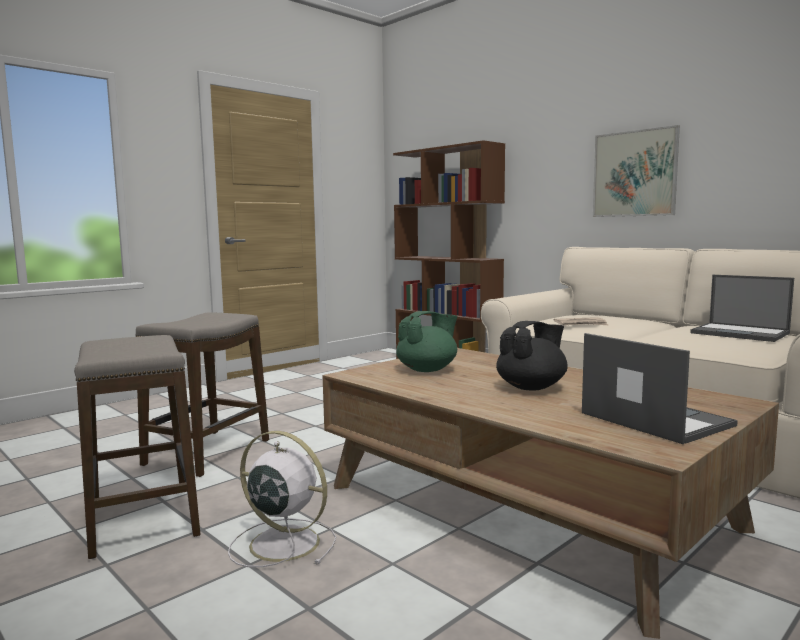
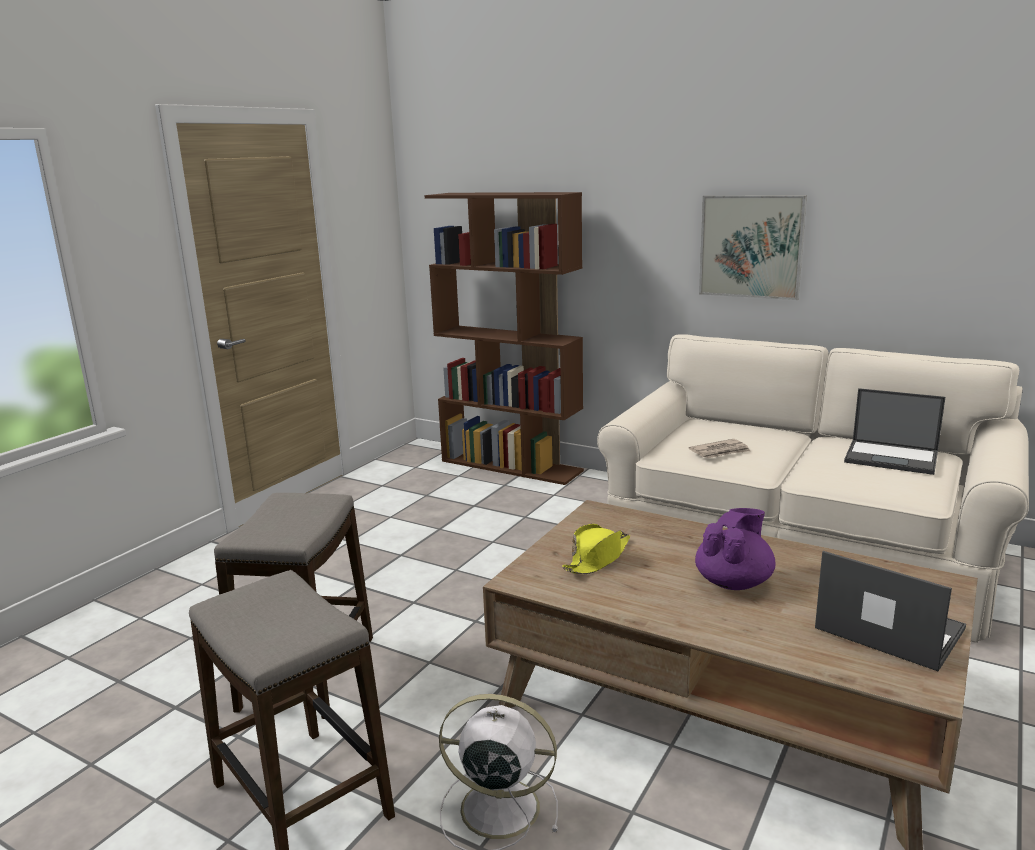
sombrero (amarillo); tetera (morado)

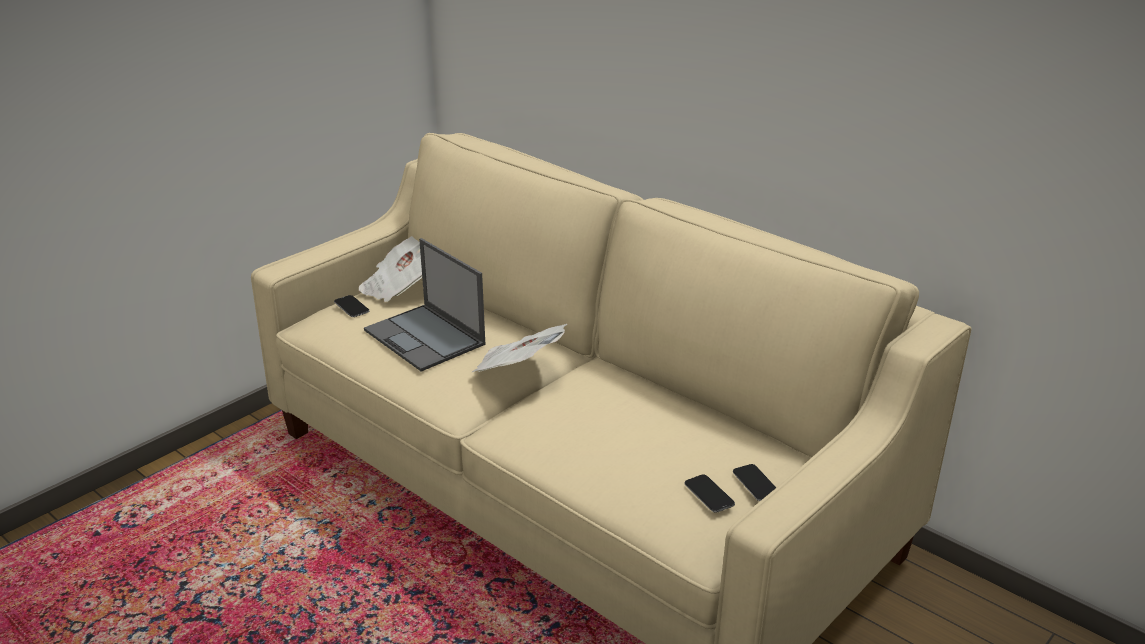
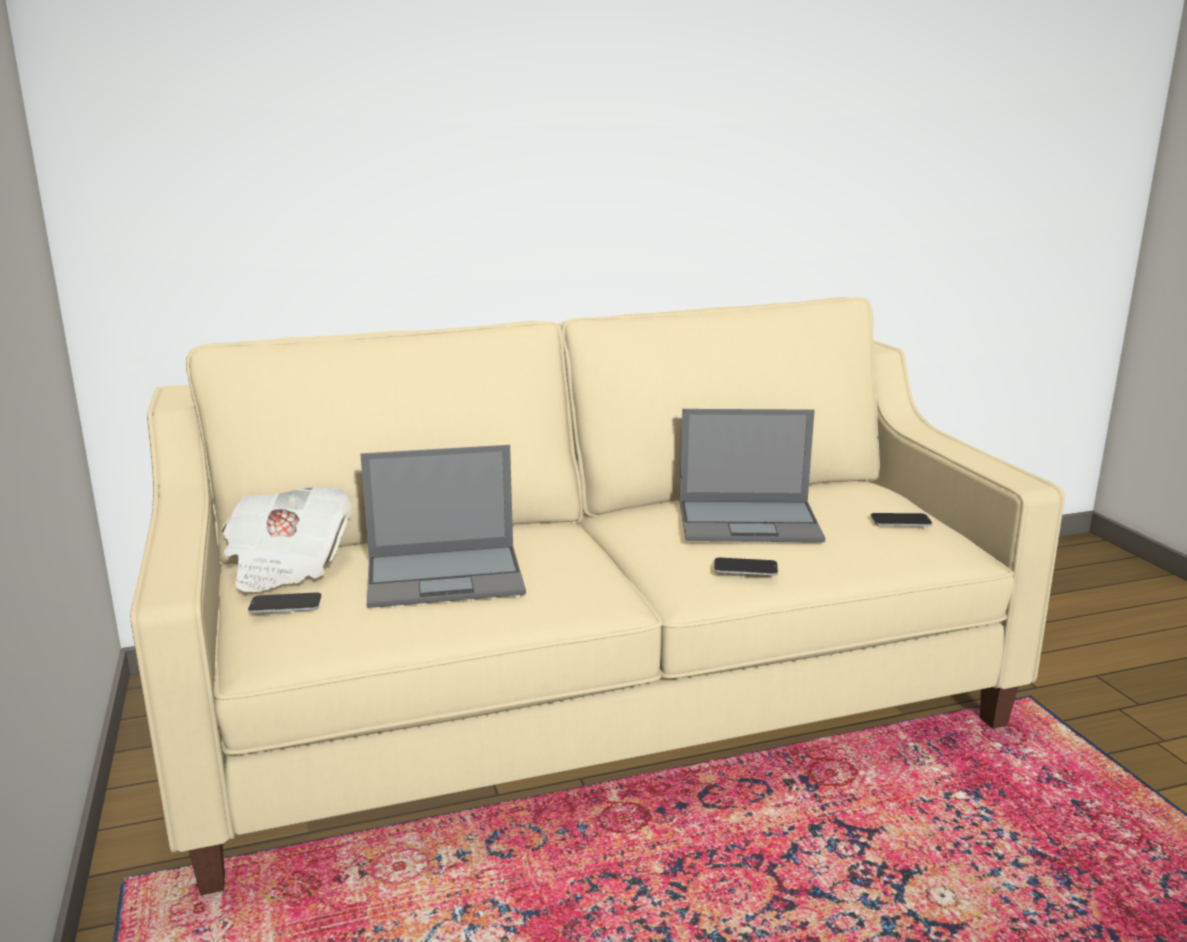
portátil (2nd from left); móvil (2nd from left); periódico (2nd from left in the first image)

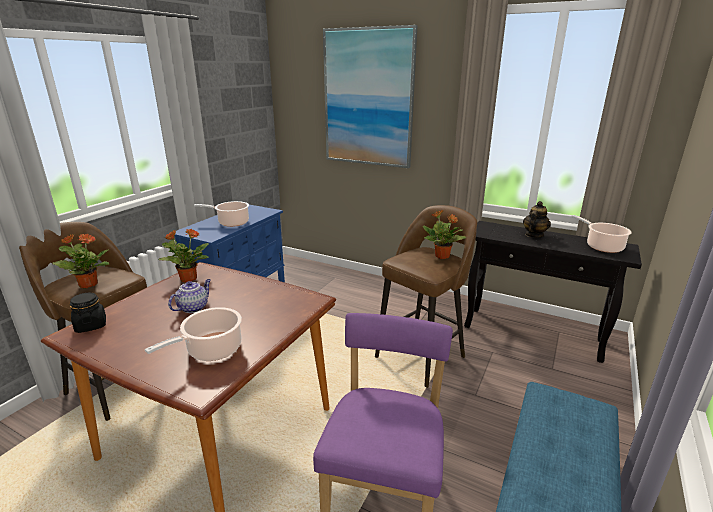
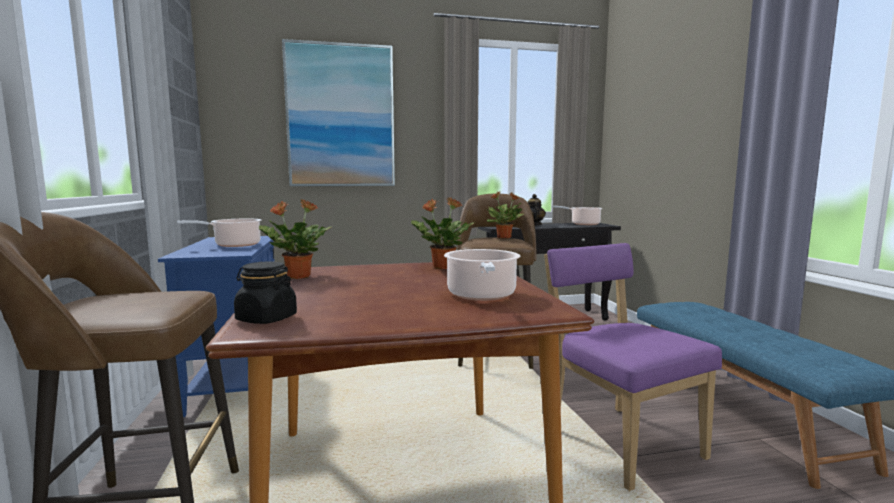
planta en maceta (2nd from left); tetera (1st from left in the first image)

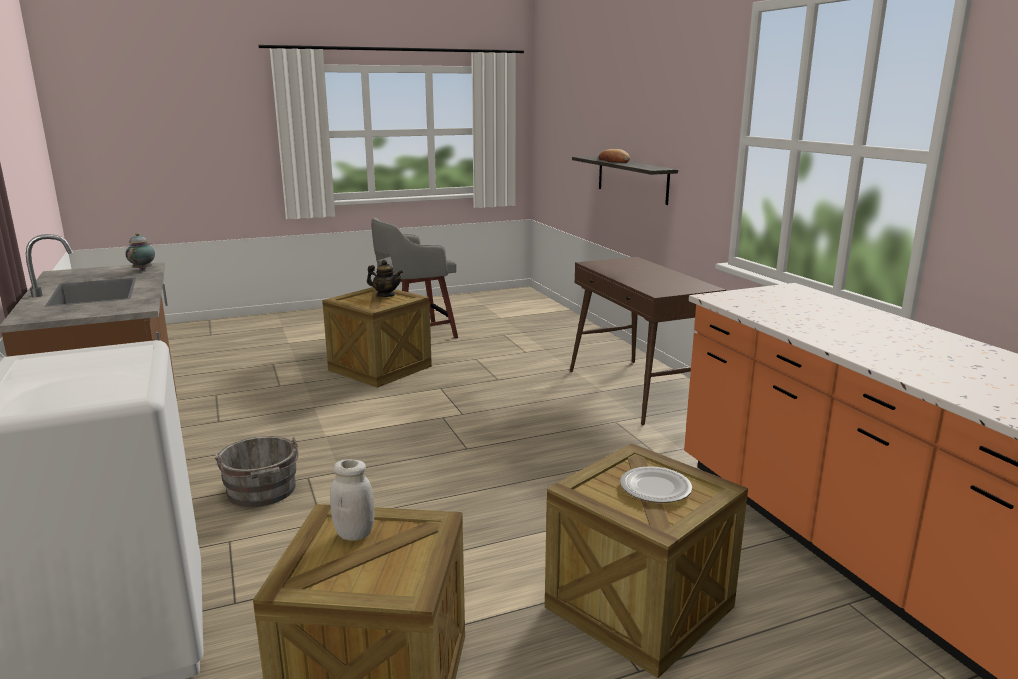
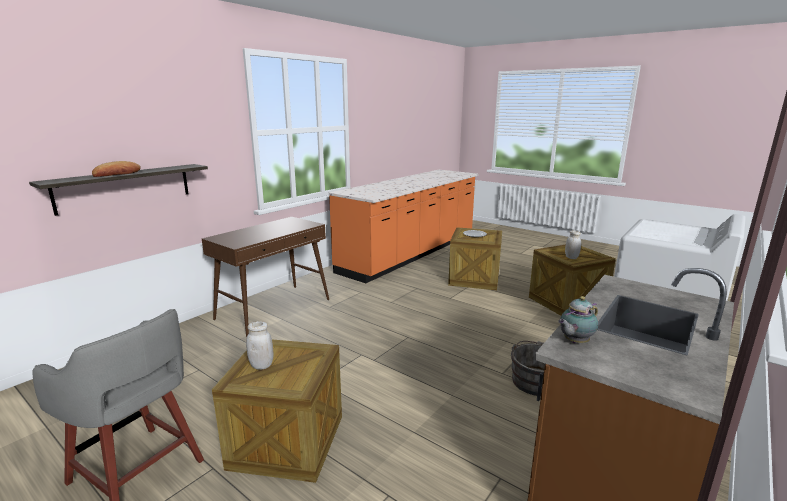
tarro (blanco) (1st from left)

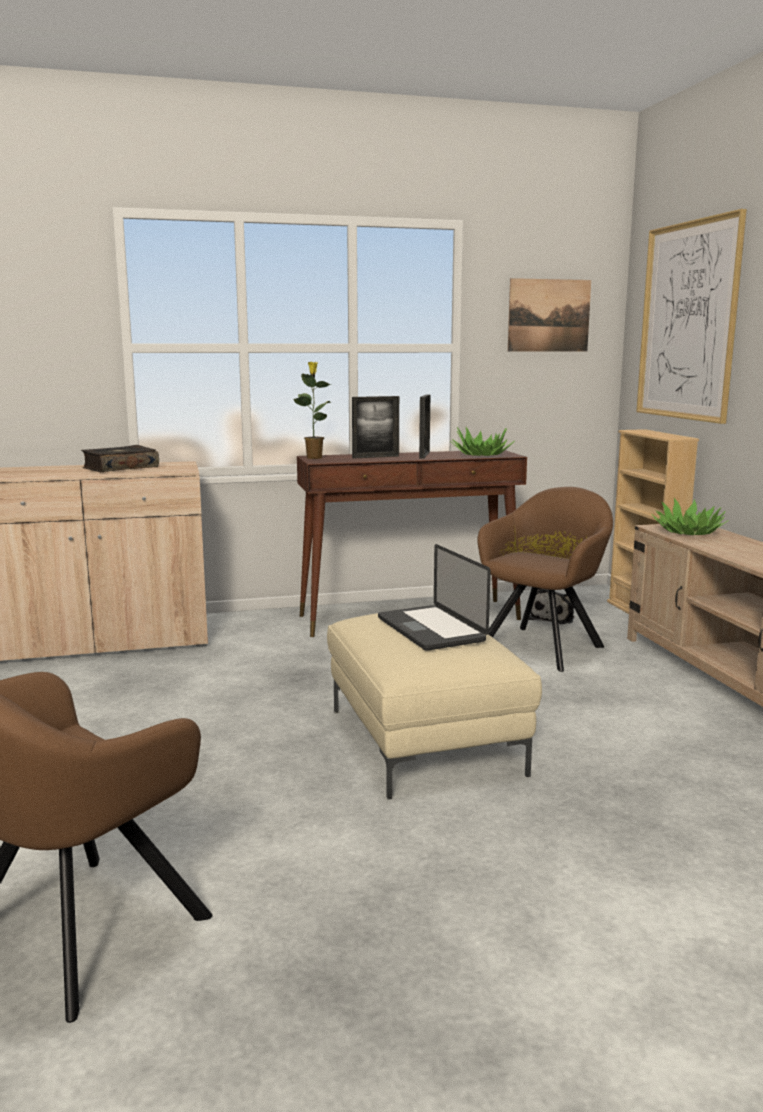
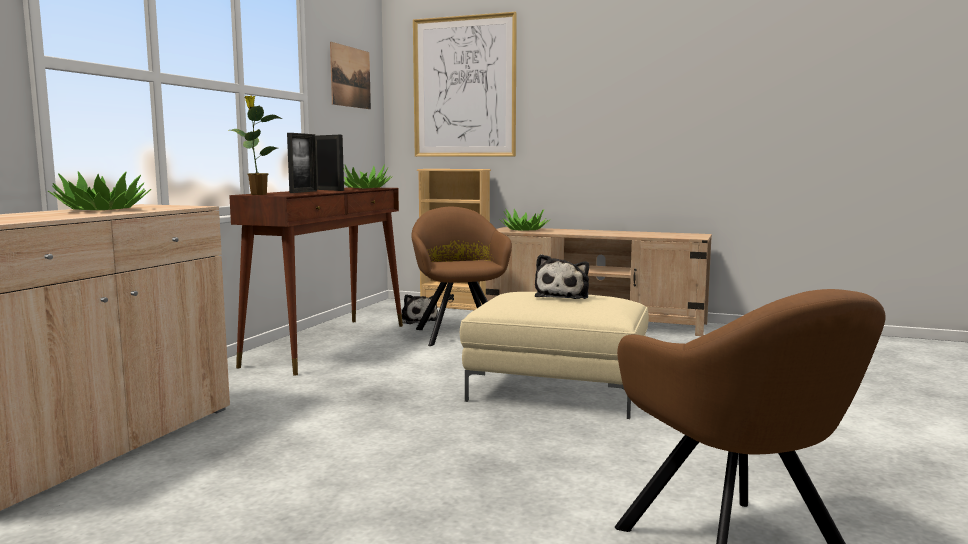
planta en maceta (1st from left); peluche (2nd from left)

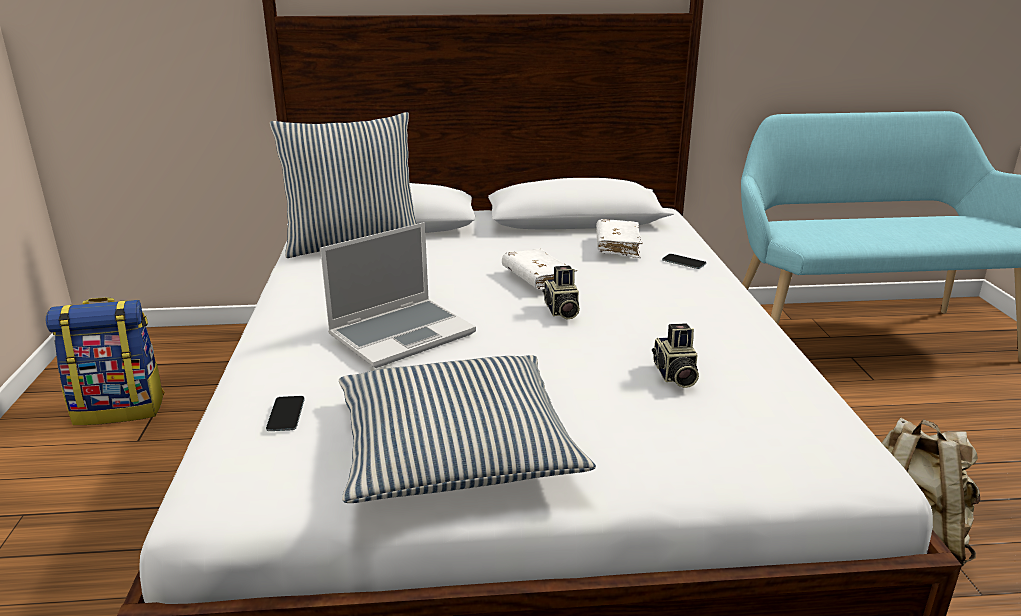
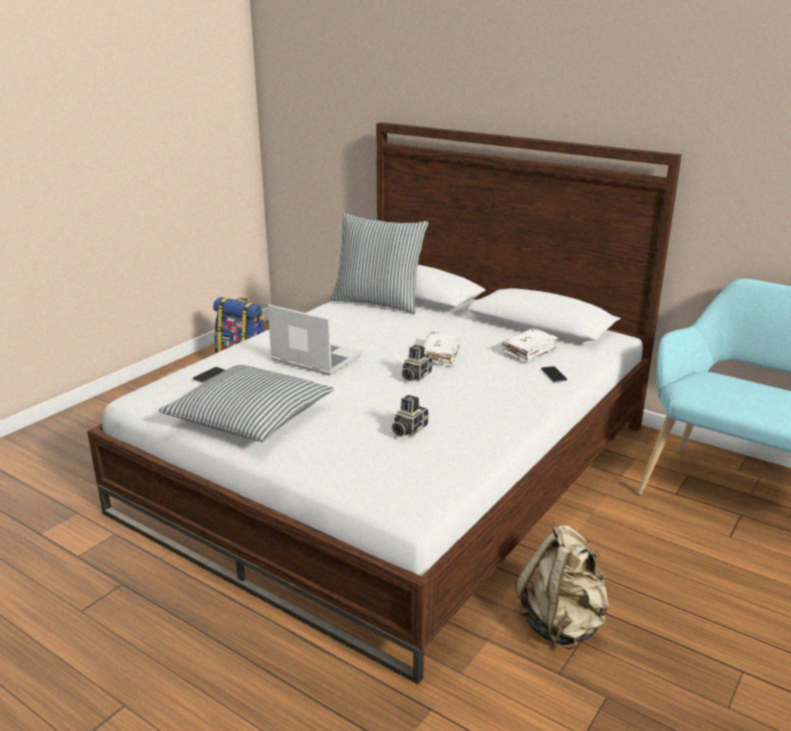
portátil

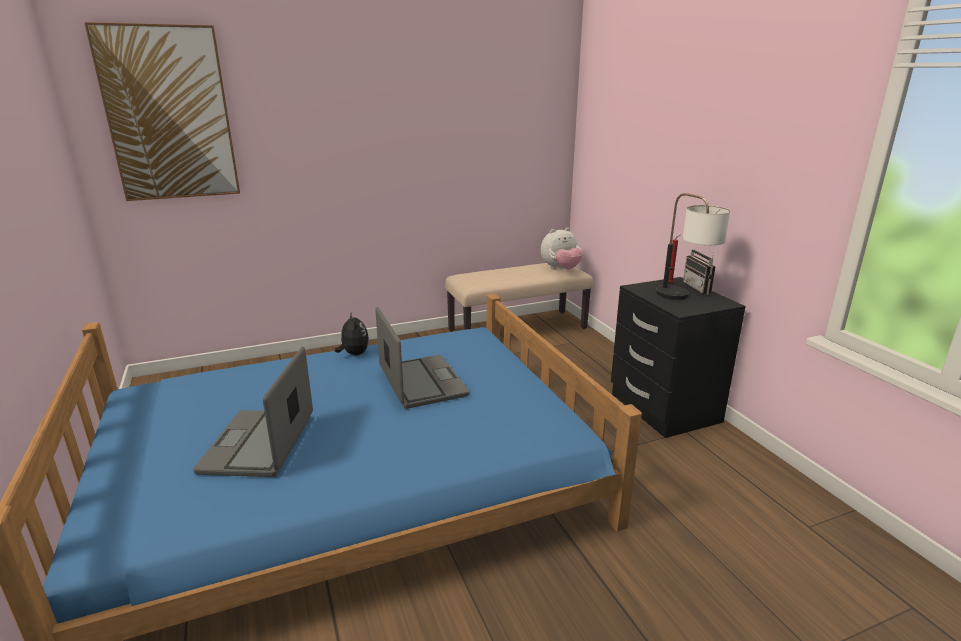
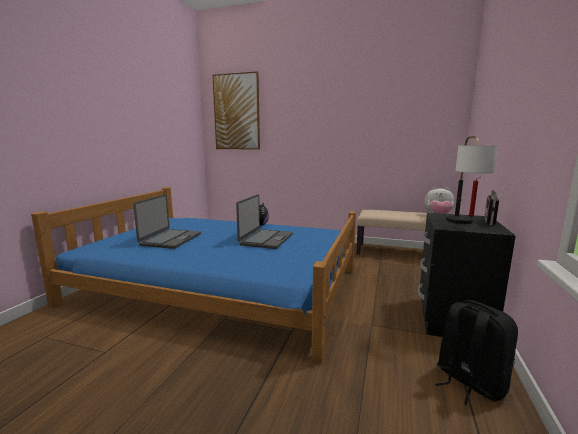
portátil (1st from left); mochila (negro)

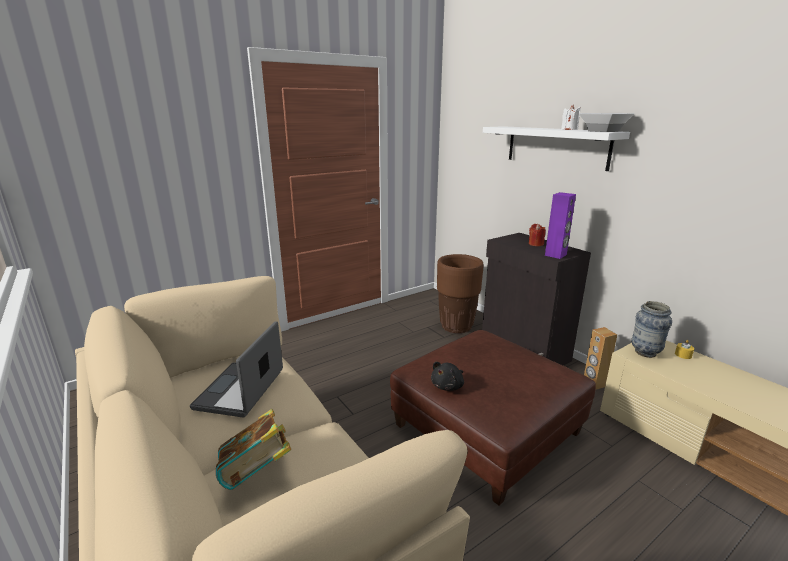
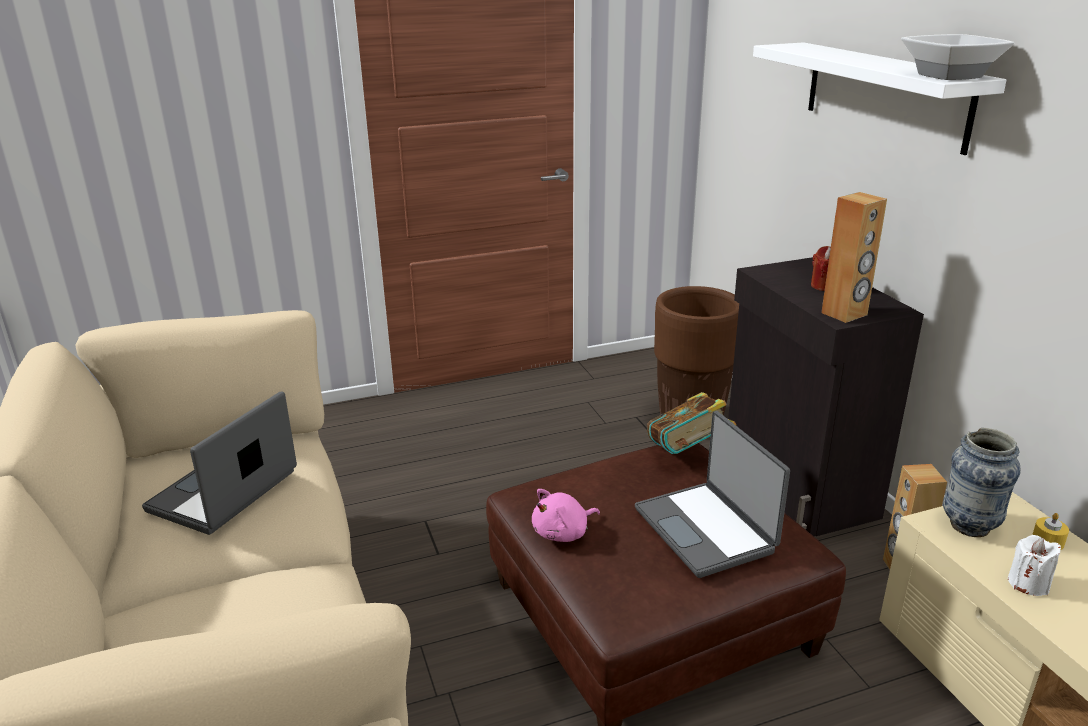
peluche (rosa); portátil (2nd from left); libro; altavoz (marrón) (1st from left); vela (blanco)

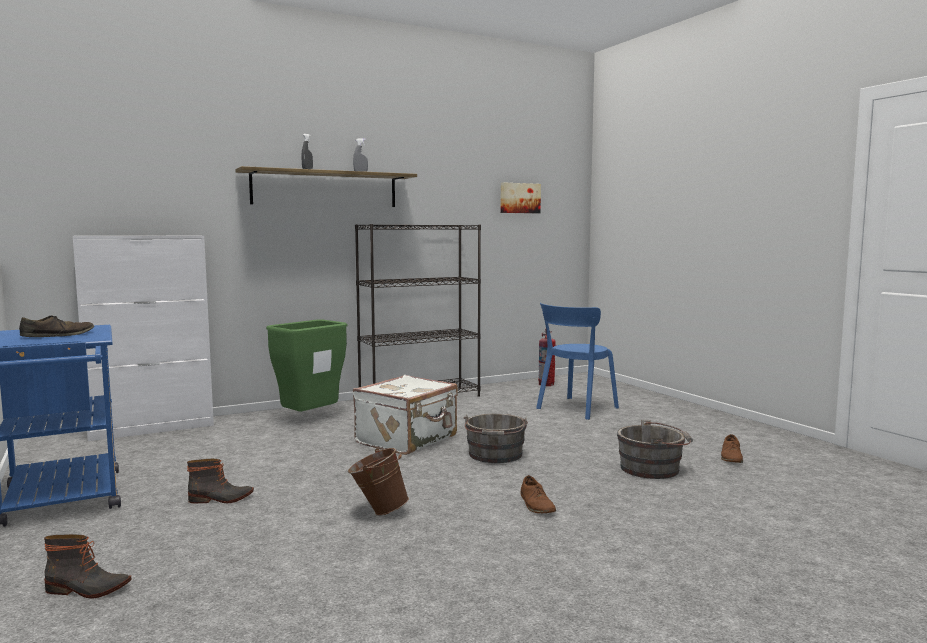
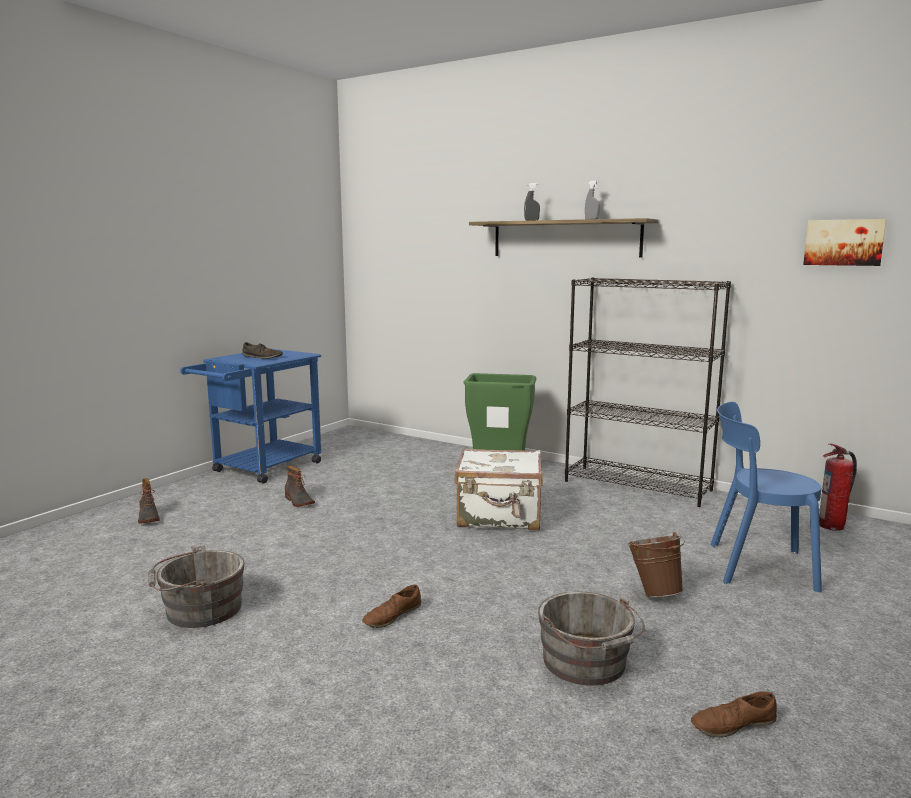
cubo (gris) (1st from left); cubo (marrón); armario (blanco)

